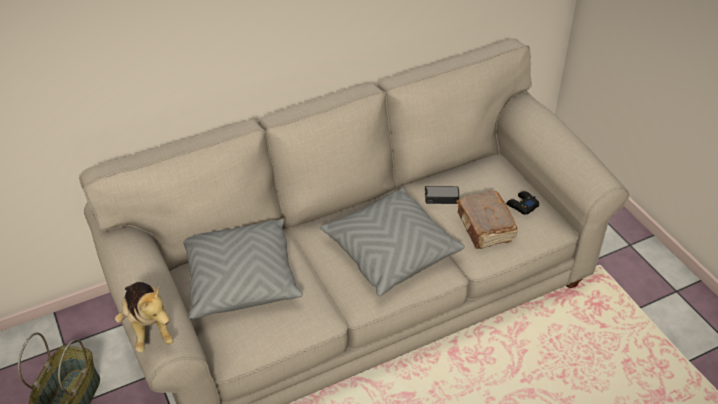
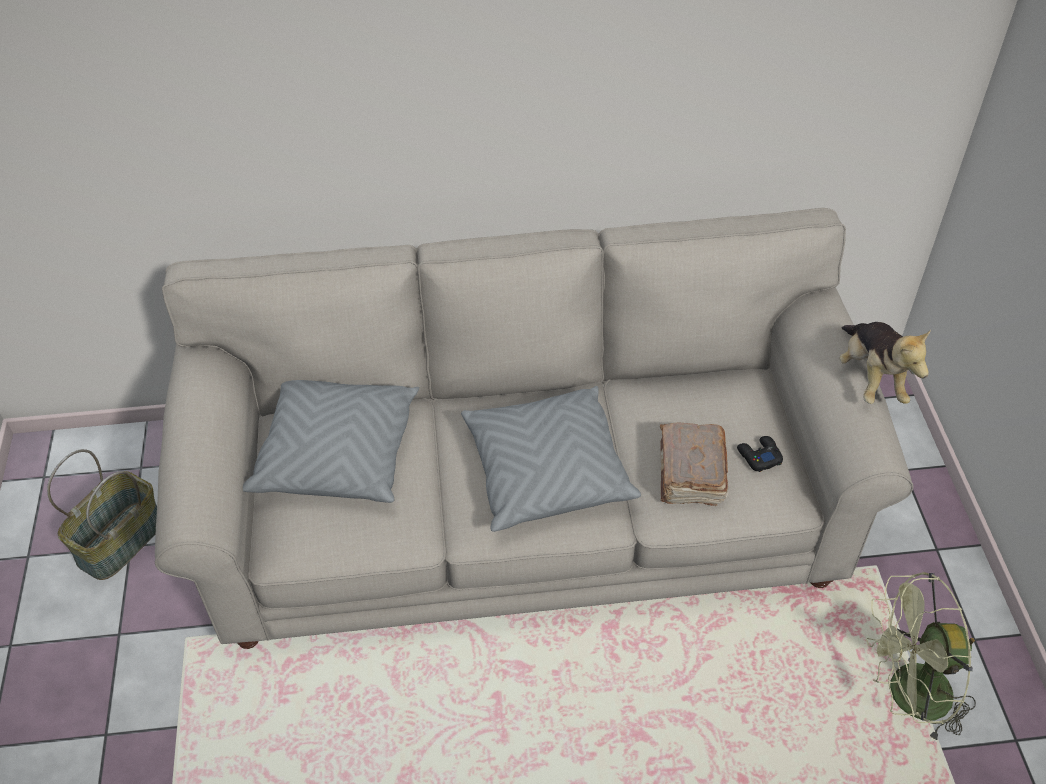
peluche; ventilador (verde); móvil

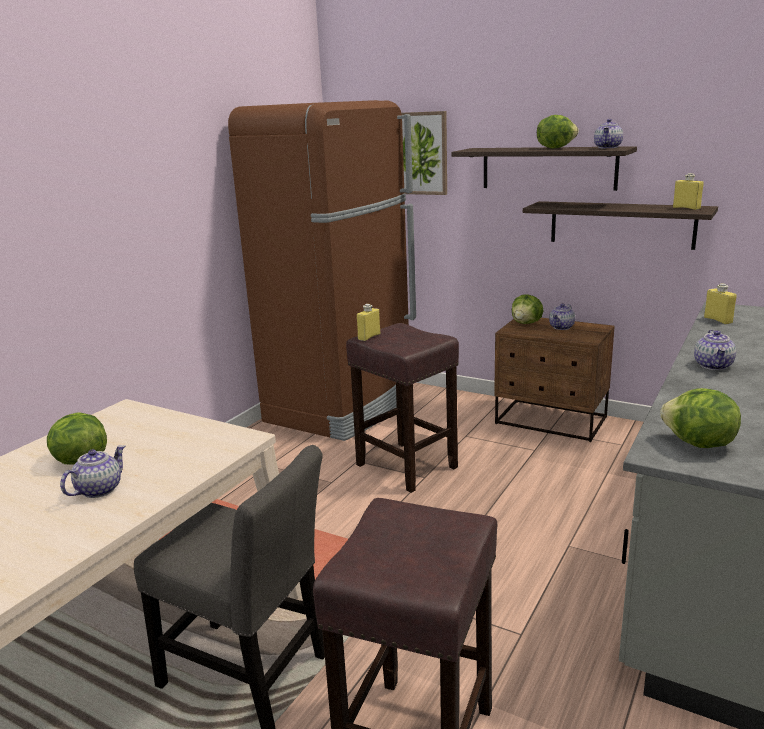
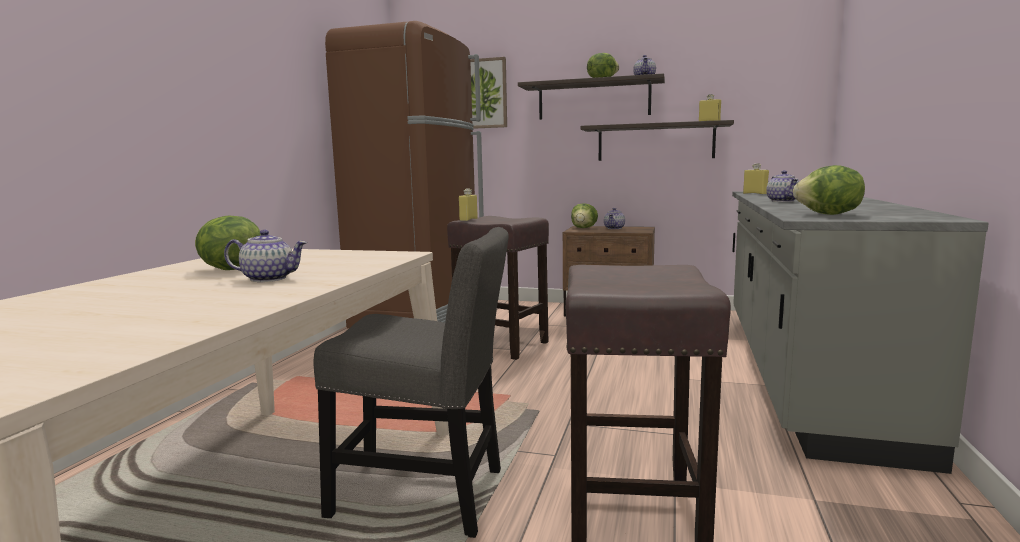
tetera (1st from left)

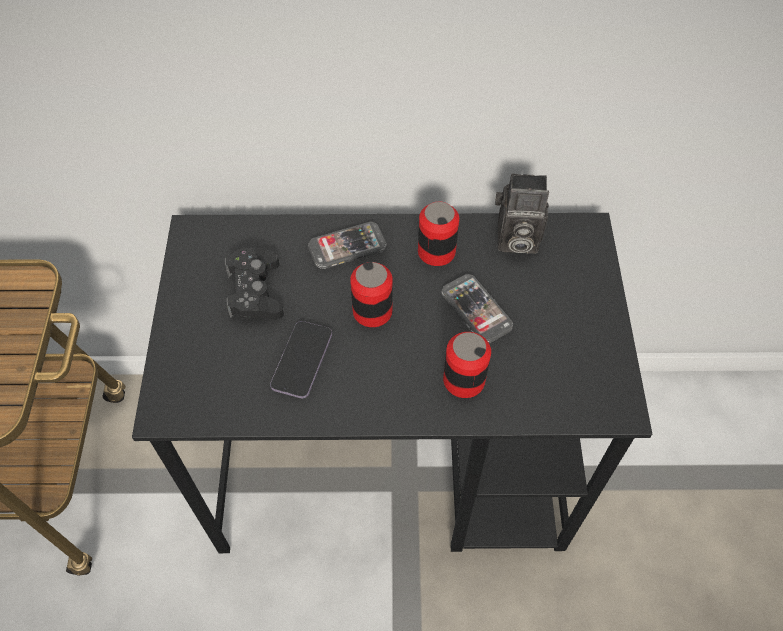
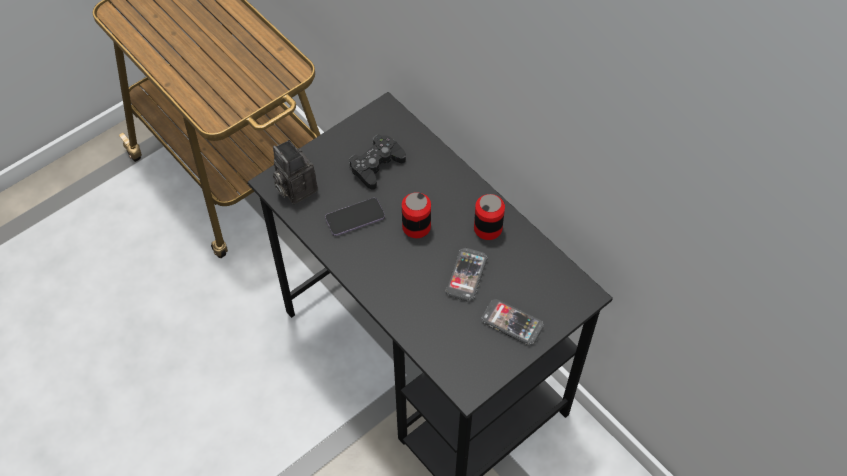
cámara; móvil (3rd from left); lata (3rd from left in the first image)

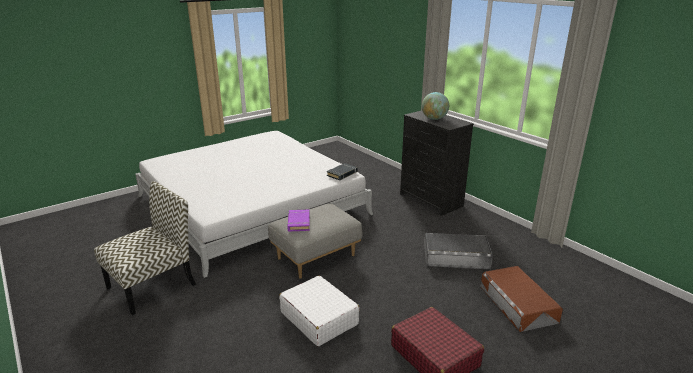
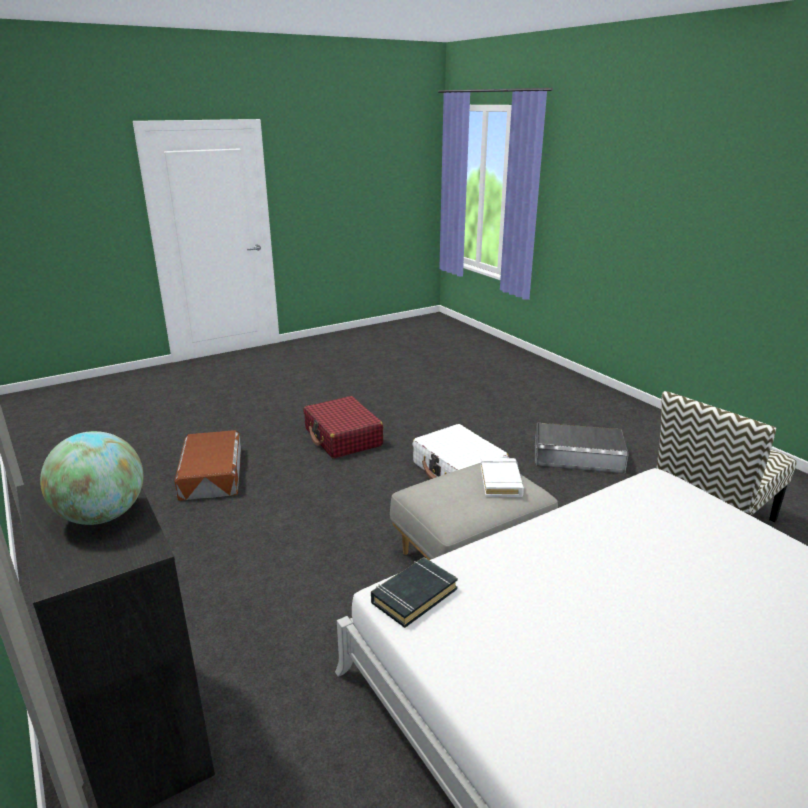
libro (blanco); caja de almacenaje (gris)

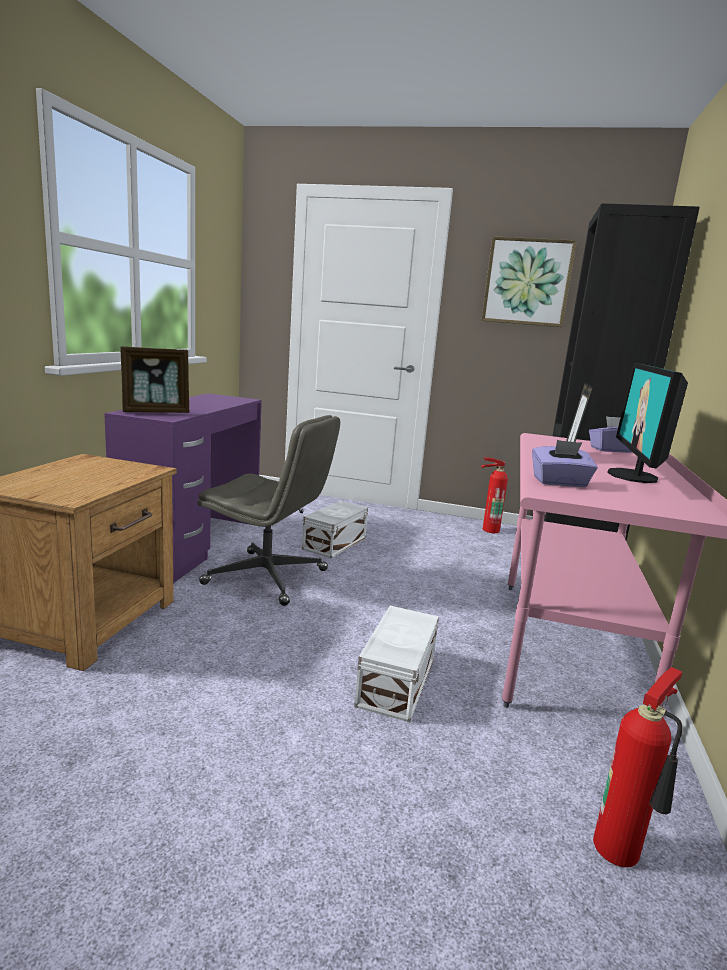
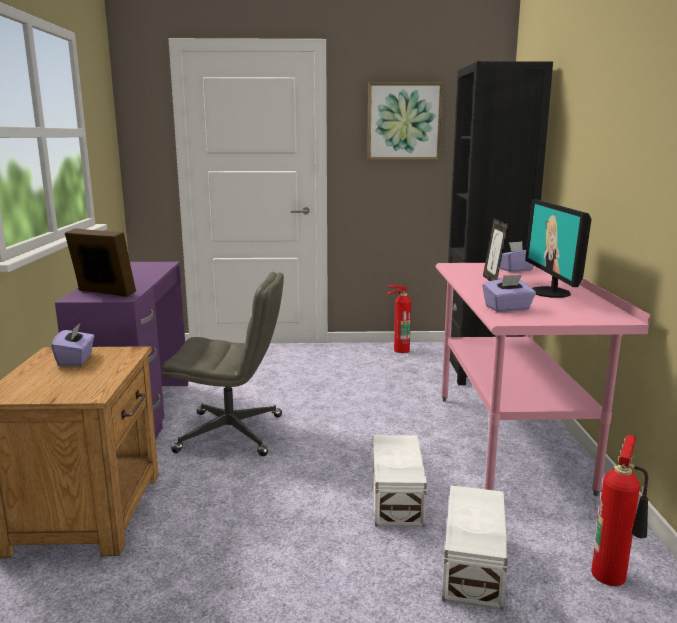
caja de pañuelos (morado) (1st from left); portarretratos (1st from left); caja de almacenaje (blanco) (2nd from left)

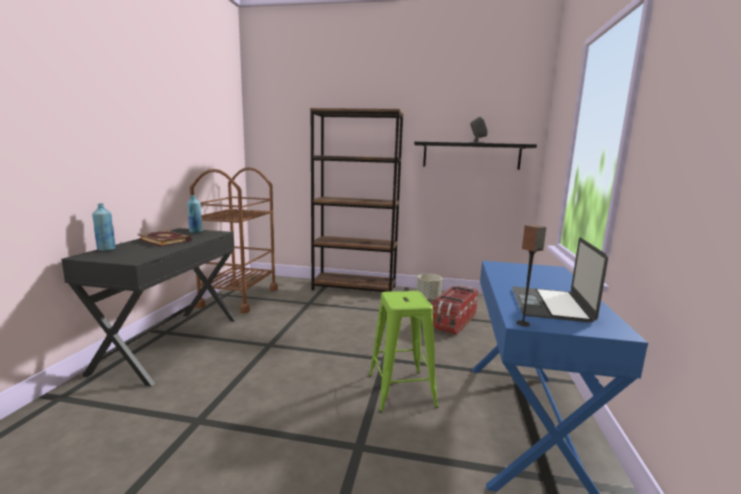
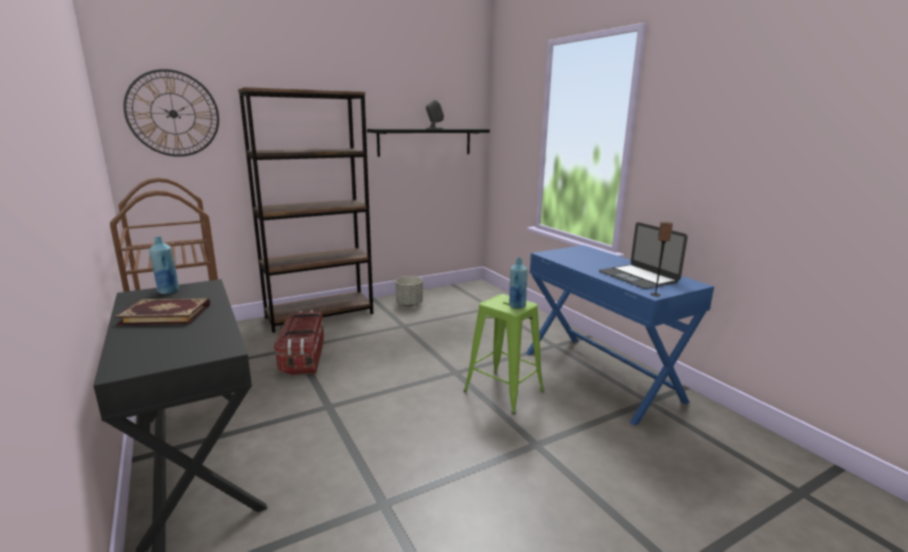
reloj de pared; caja de almacenaje; botella (azul) (2nd from left)

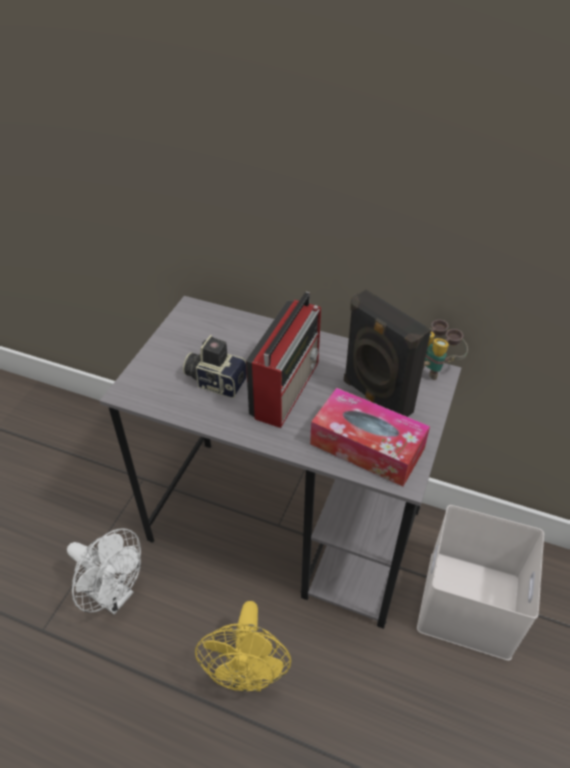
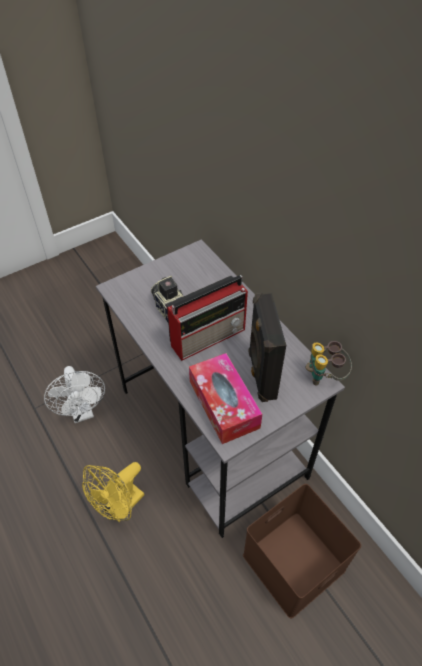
caja de almacenaje (marrón)

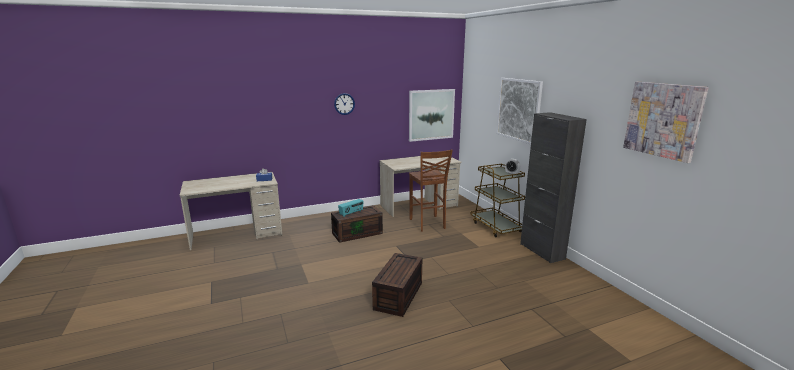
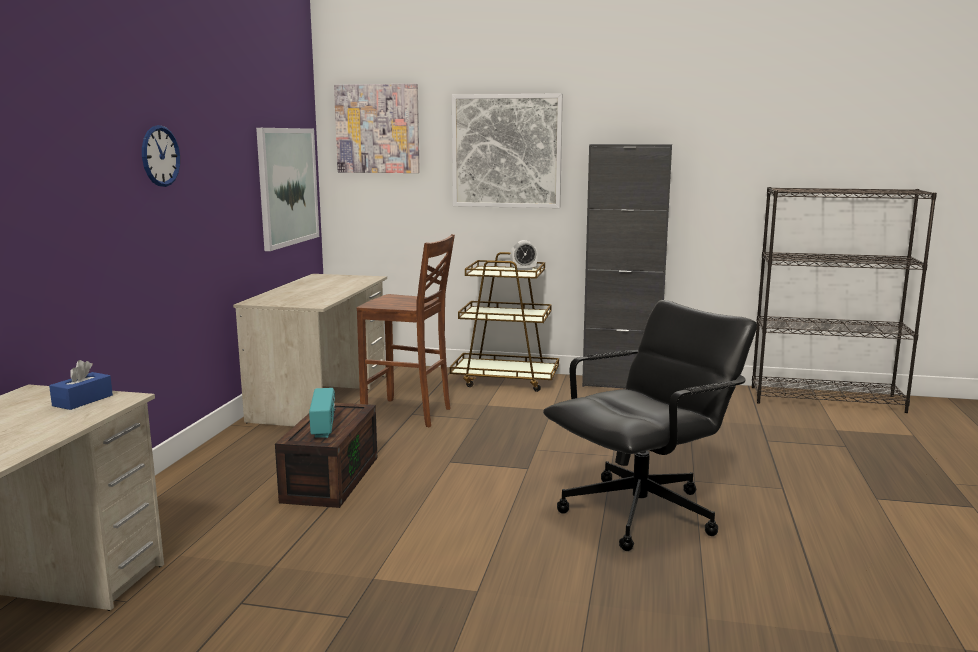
cuadro (2nd from left); silla de oficina (negro); estantería (negro)

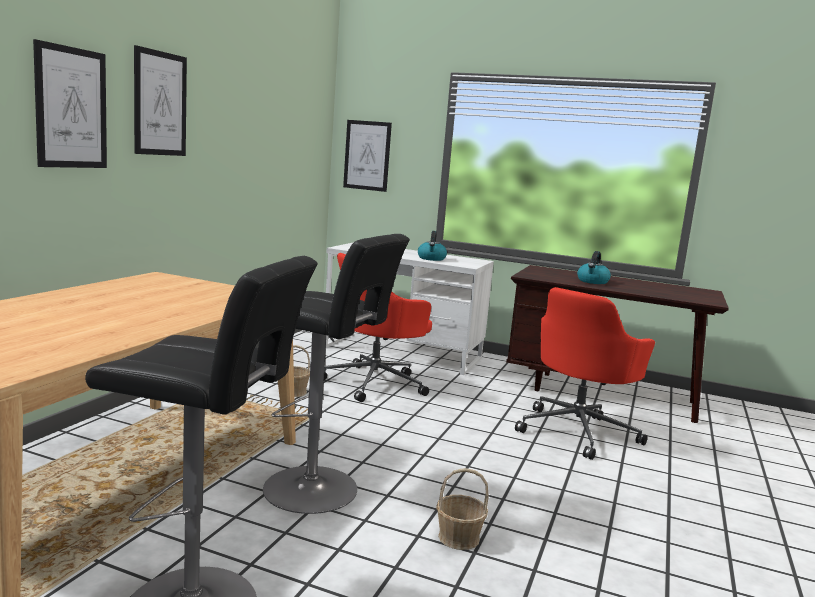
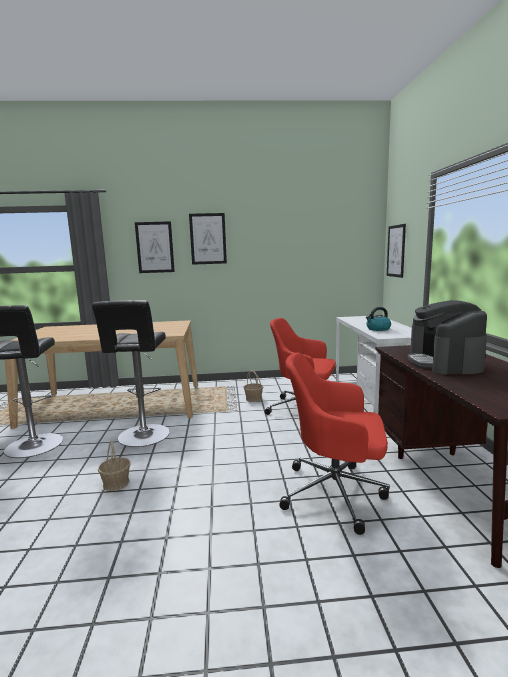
cafetera

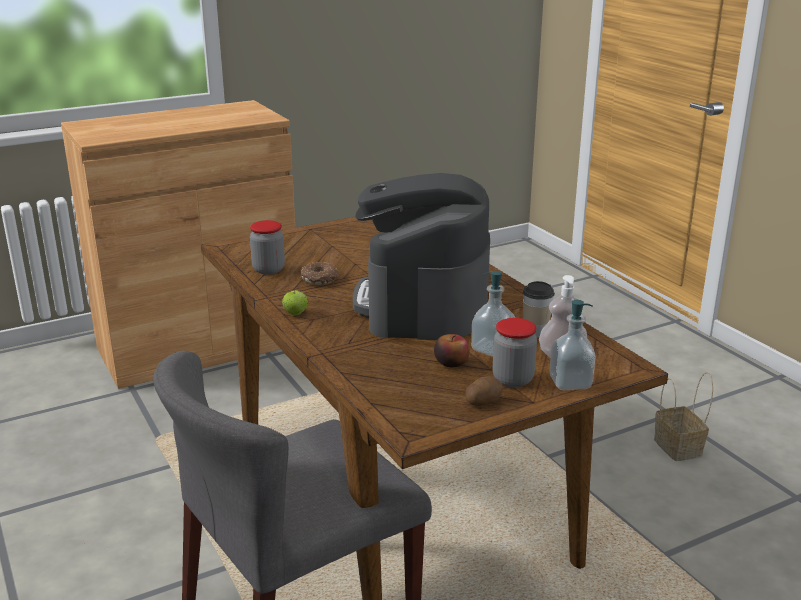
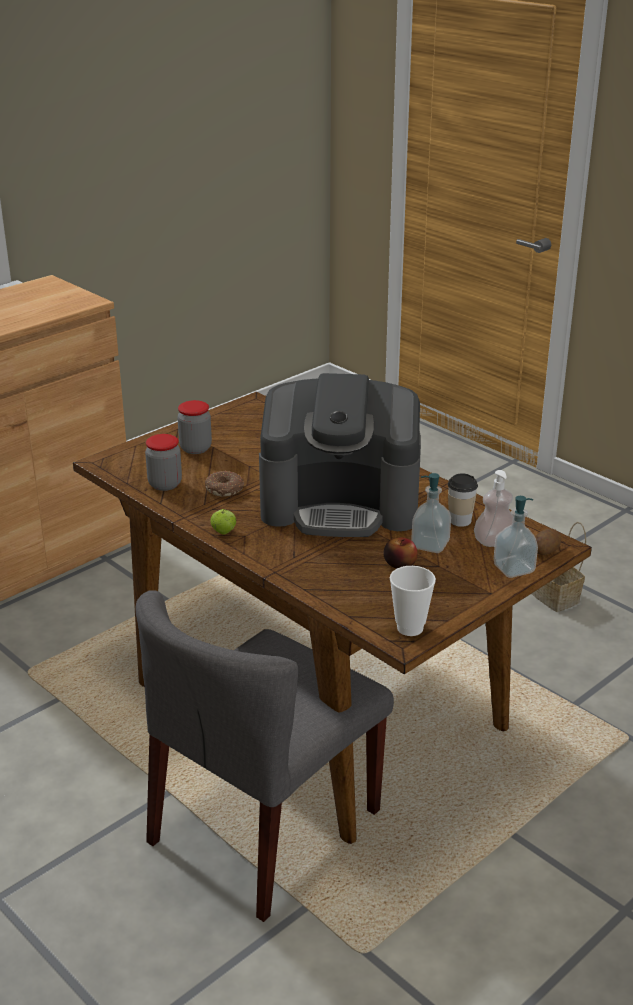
tarro (2nd from left); cafetera; taza (1st from left); patata

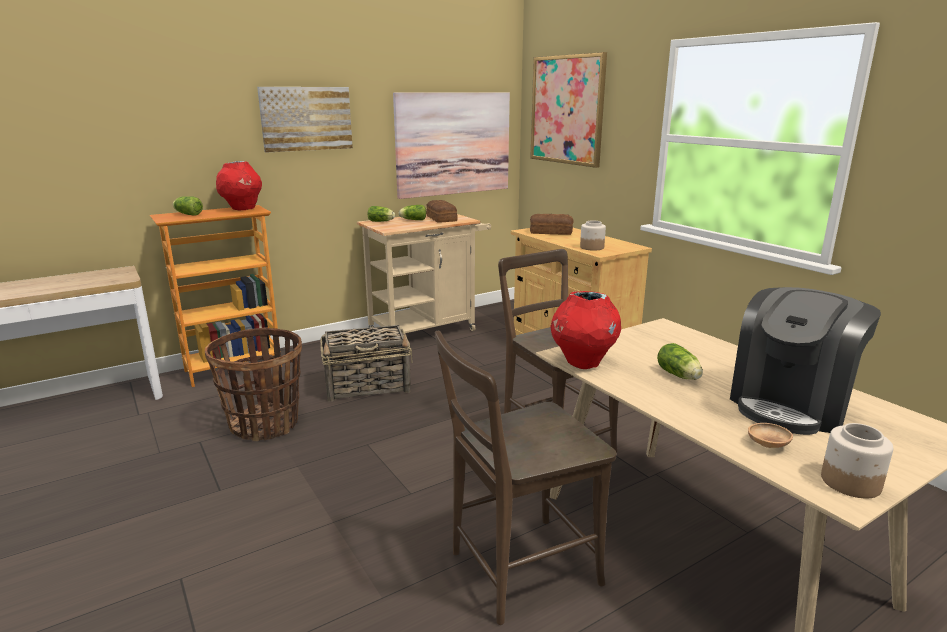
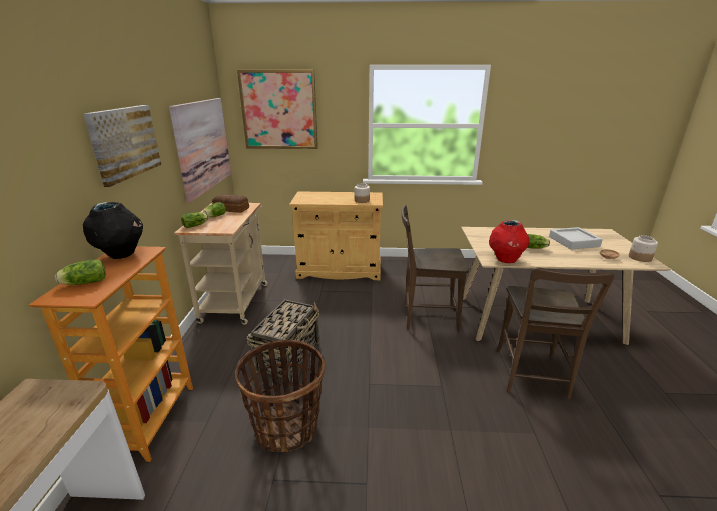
florero (negro); bandeja (gris); pan (2nd from left in the first image)

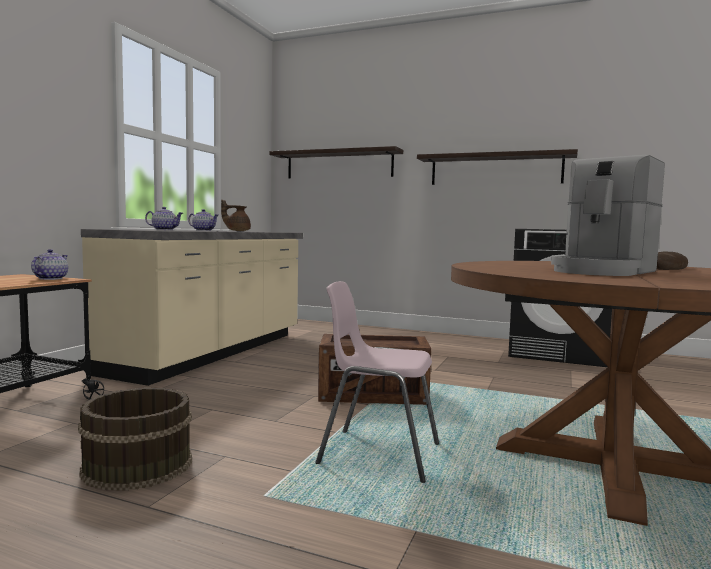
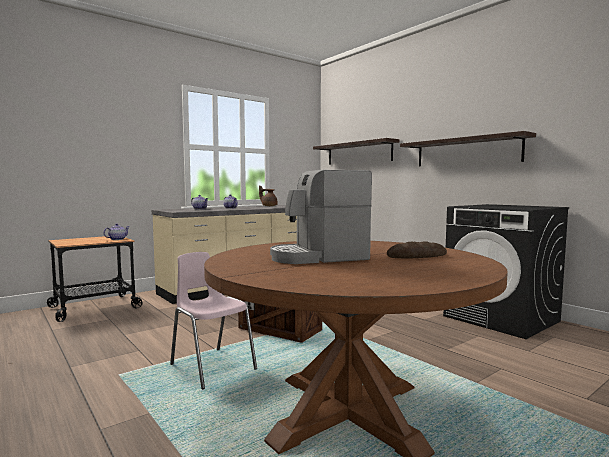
cubo (marrón)

